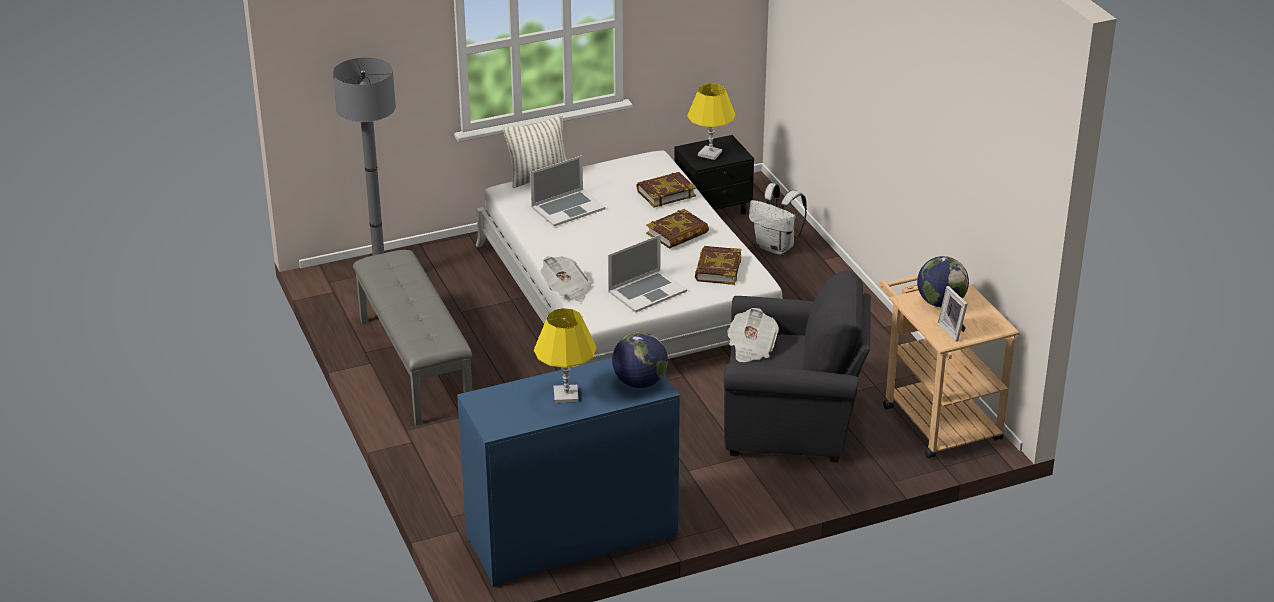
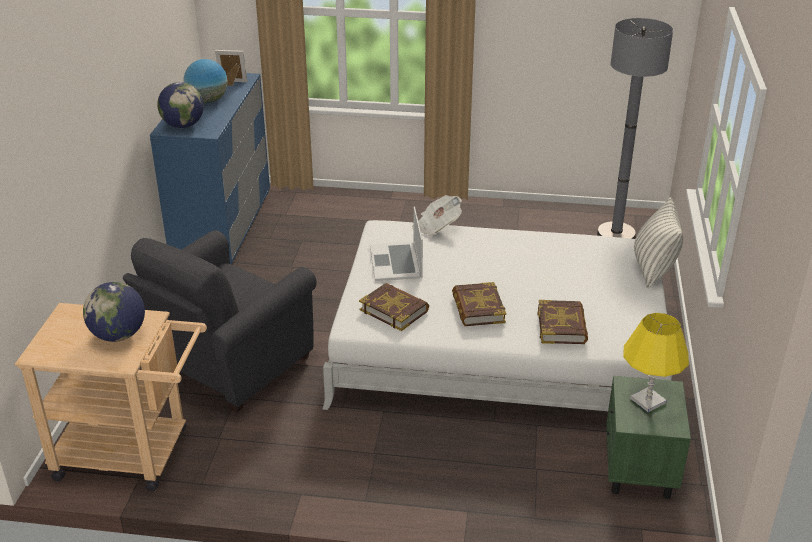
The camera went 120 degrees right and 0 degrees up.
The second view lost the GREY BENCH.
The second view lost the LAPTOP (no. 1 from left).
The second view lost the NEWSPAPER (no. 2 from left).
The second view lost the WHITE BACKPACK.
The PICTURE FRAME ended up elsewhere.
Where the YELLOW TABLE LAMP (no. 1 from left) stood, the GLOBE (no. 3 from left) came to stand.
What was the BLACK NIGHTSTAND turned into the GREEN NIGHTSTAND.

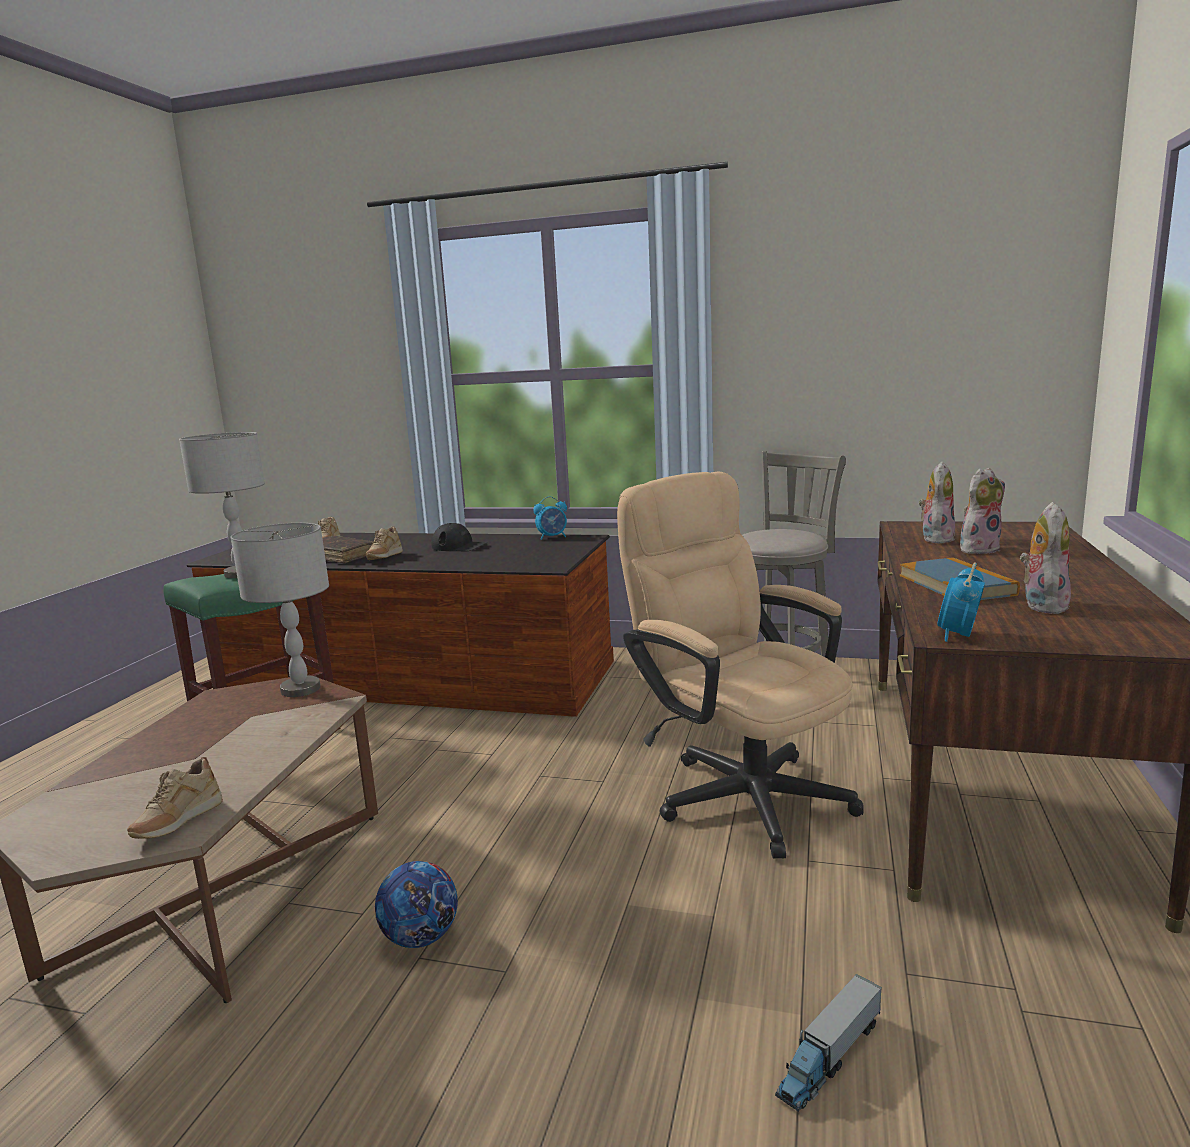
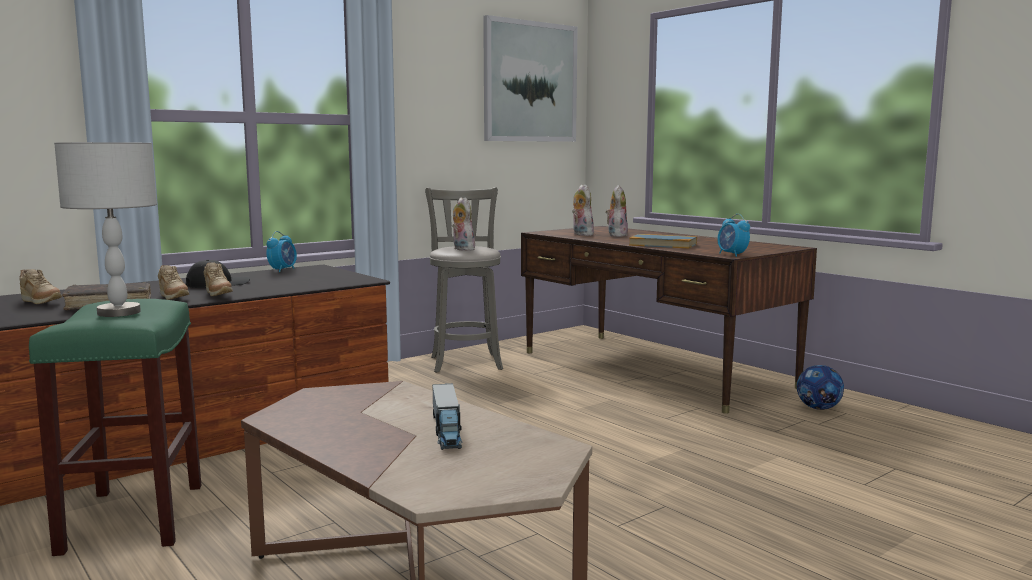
The camera went 55 degrees left and 5 degrees down.
The second view lost the GREY TABLE LAMP (no. 2 from left).
The second view lost the BEIGE OFFICE CHAIR.
The second view gained the PICTURE.
The BEIGE SHOE (no. 1 from left in the first image) ended up elsewhere.
The FOOTBALL ended up elsewhere.
The TOY TRUCK ended up elsewhere.
The PLUSH TOY (no. 3 from left in the first image) ended up elsewhere.

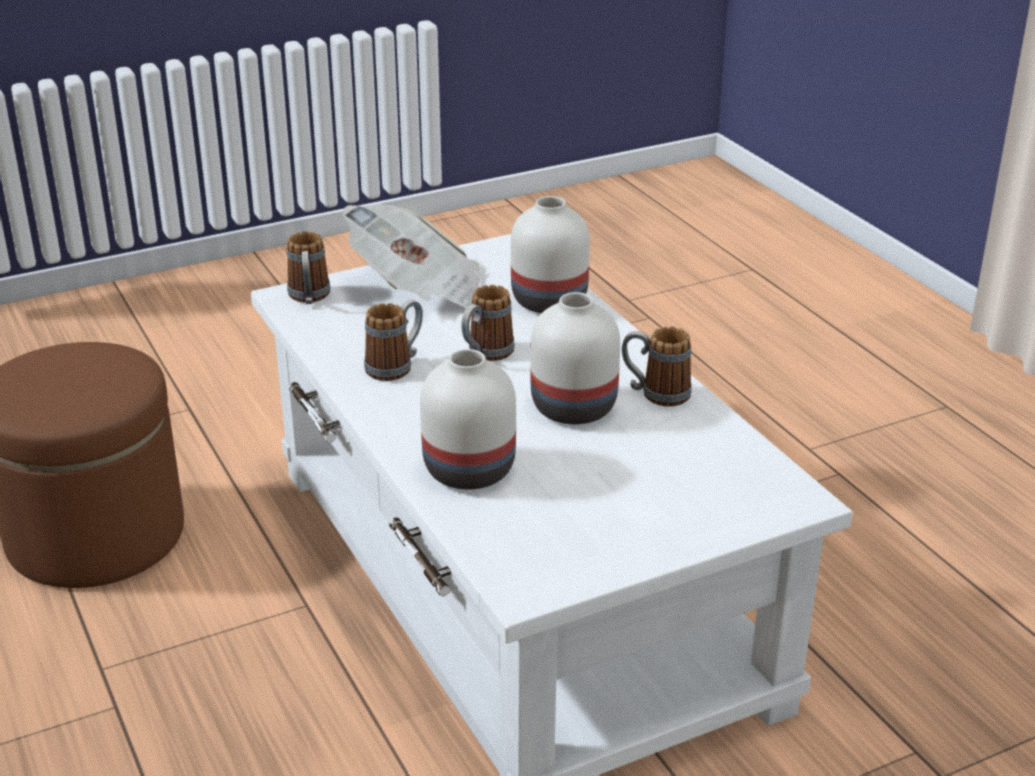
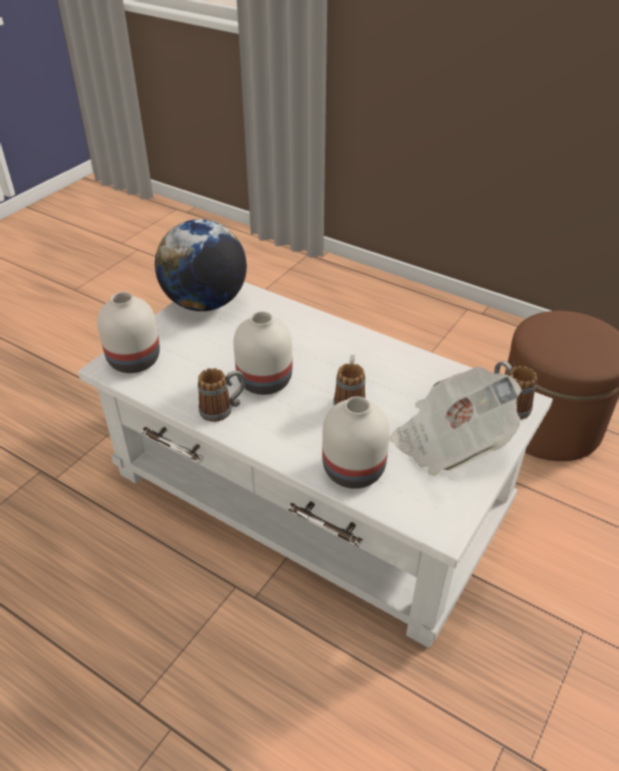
The camera went 150 degrees right and 10 degrees up.
The second view lost the MUG (no. 2 from left).
The second view gained the GLOBE.
The WHITE VASE (no. 1 from left) ended up elsewhere.

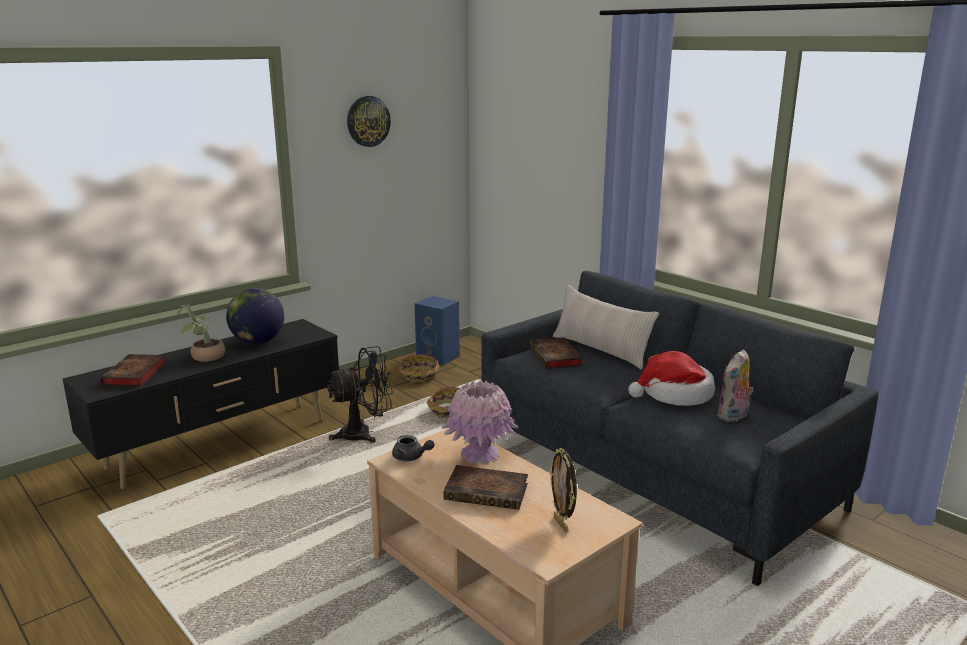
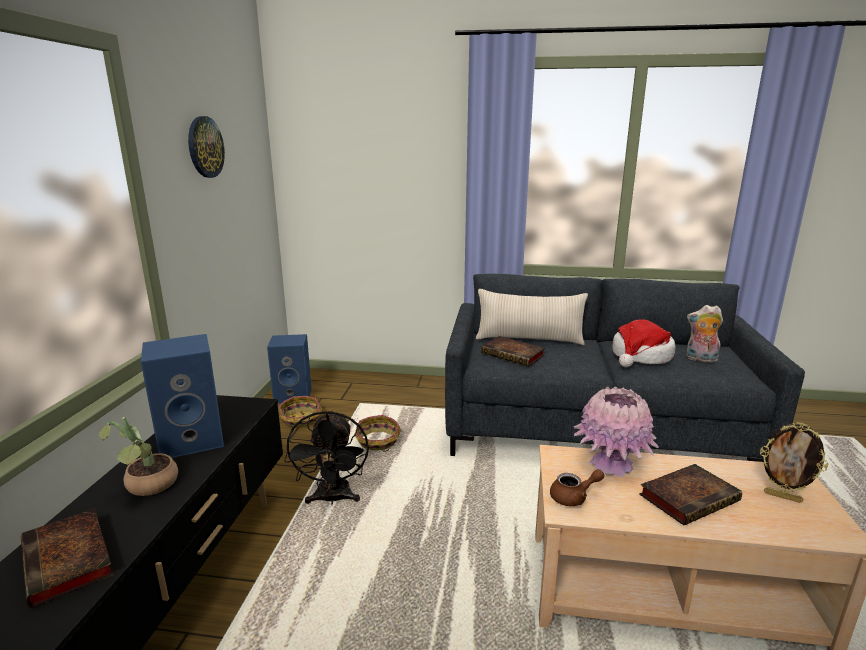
The camera went 40 degrees left and 0 degrees up.
Where the GLOBE stood, the BLUE SPEAKER (no. 1 from left) came to stand.
What was the GREY TEAPOT turned into the BROWN TEAPOT.
The BLACK FAN ended up facing another way, 150 degrees clockwise from before.
The PLUSH TOY ended up facing another way, 105 degrees clockwise from before.

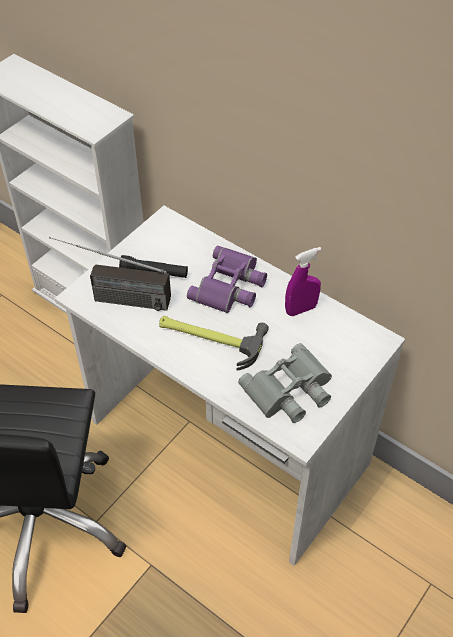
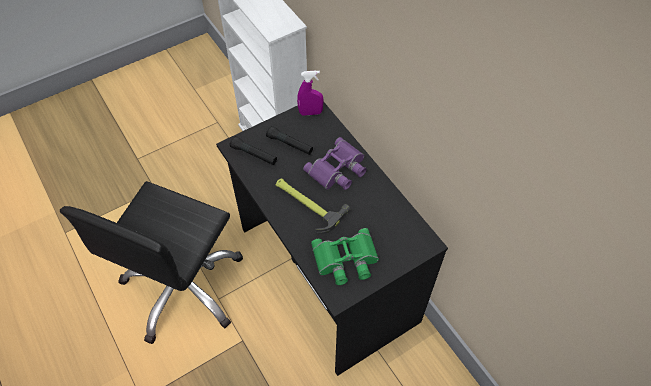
The camera went 20 degrees right and 5 degrees up.
The PURPLE SPRAY BOTTLE ended up elsewhere.
Where the RADIO stood, the BLACK FLASHLIGHT (no. 1 from left) came to stand.
What was the WHITE DESK turned into the BLACK DESK.
What was the GREY BINOCULARS turned into the GREEN BINOCULARS.

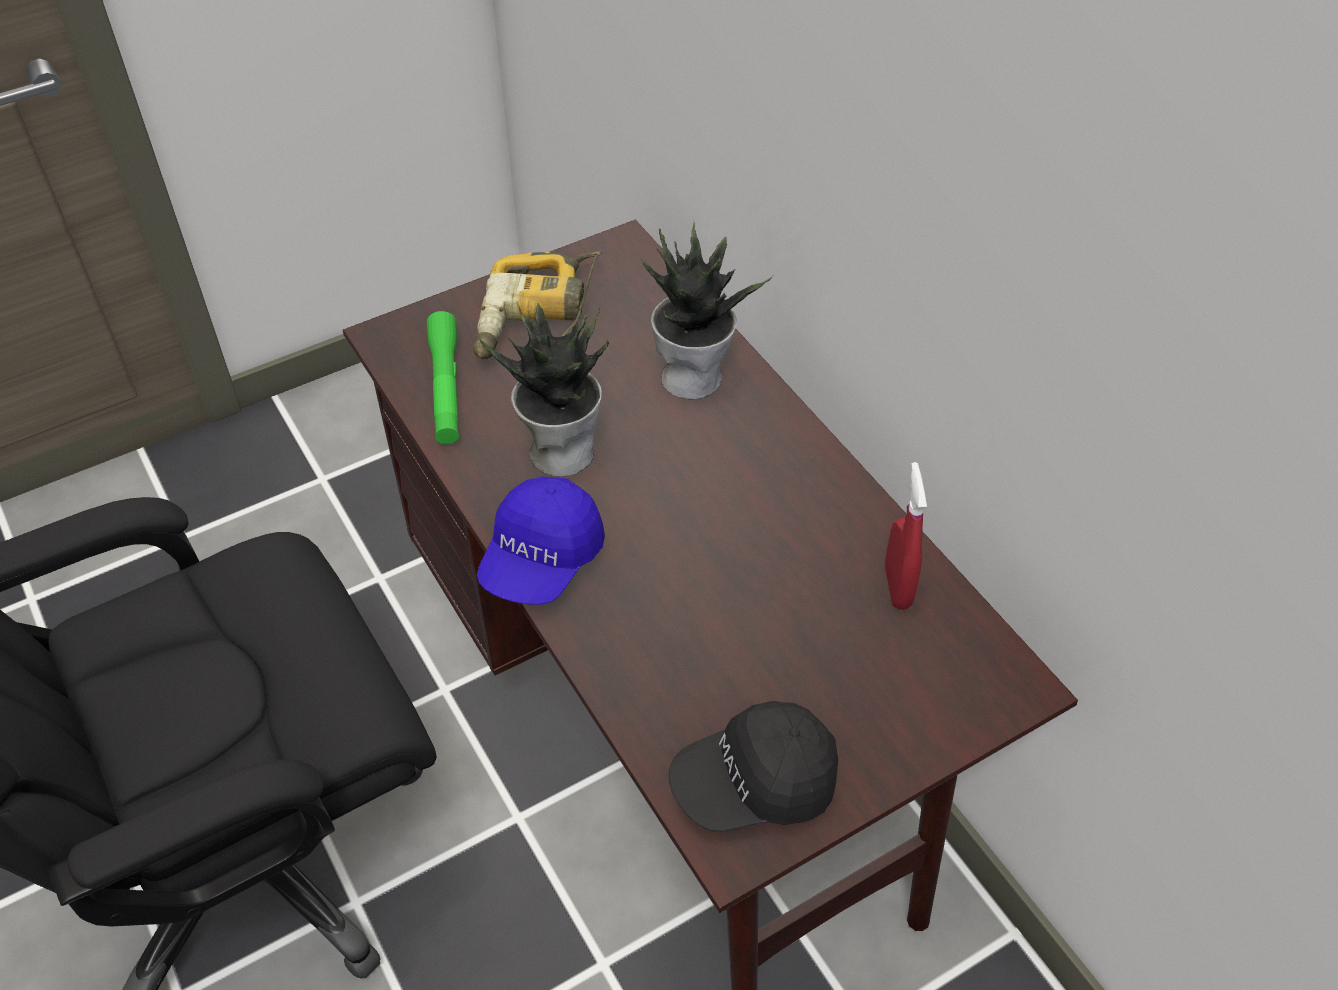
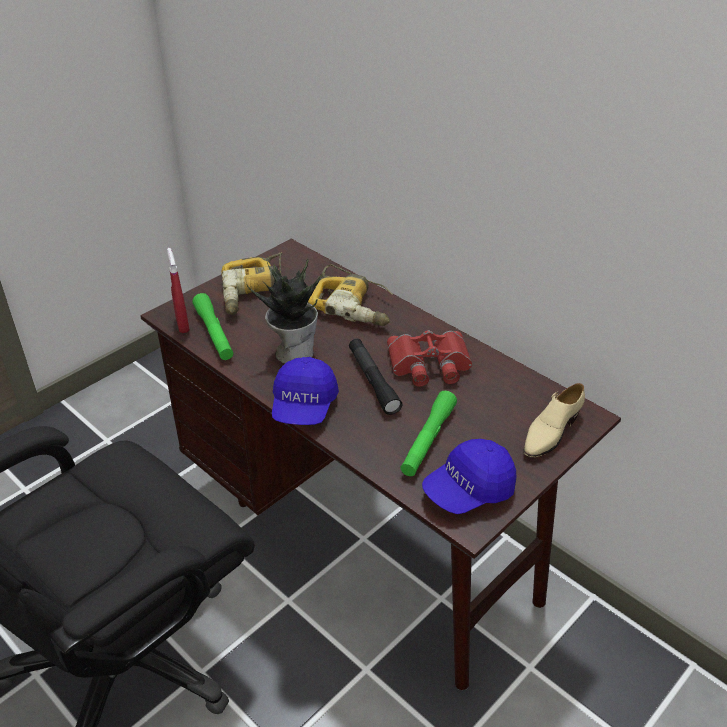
The camera went 15 degrees left and 10 degrees down.
The second view gained the BLACK FLASHLIGHT.
The second view gained the RED BINOCULARS.
The second view gained the GREEN FLASHLIGHT (no. 2 from left).
The second view gained the BEIGE SHOE.
The RED SPRAY BOTTLE ended up elsewhere.
Where the POTTED PLANT (no. 2 from left) stood, the POWER DRILL (no. 2 from left) came to stand.
What was the BLACK CAP turned into the BLUE CAP (no. 2 from left).

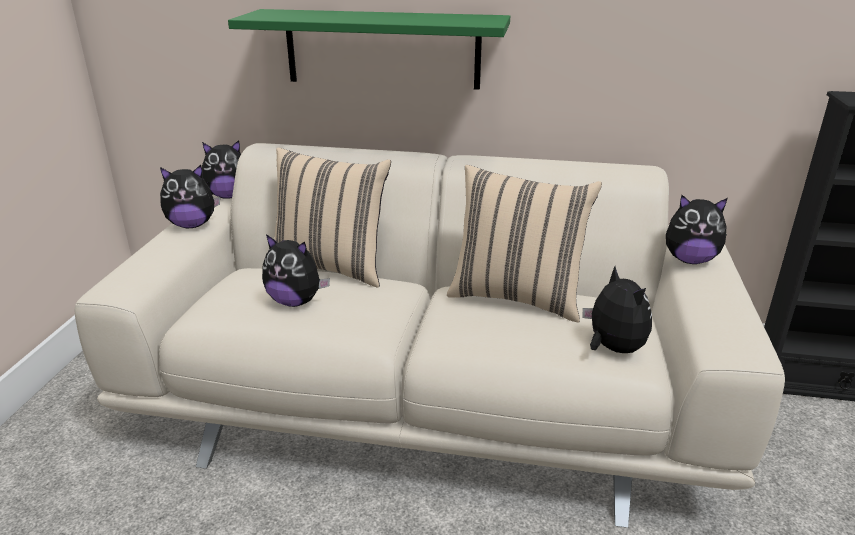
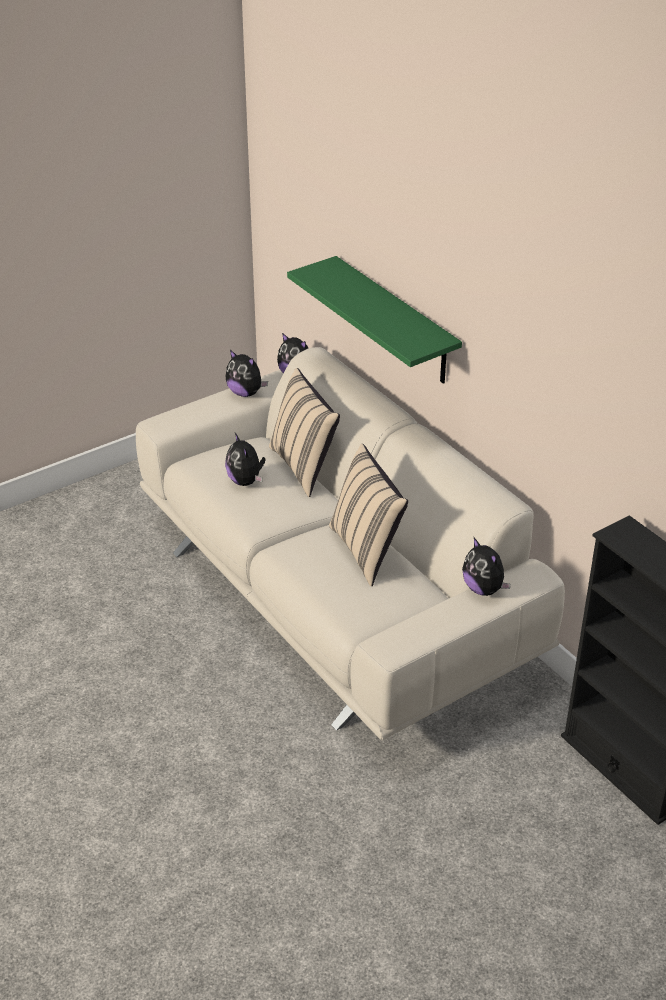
The camera went 45 degrees right and 10 degrees up.
The second view lost the PLUSH TOY (no. 4 from left).

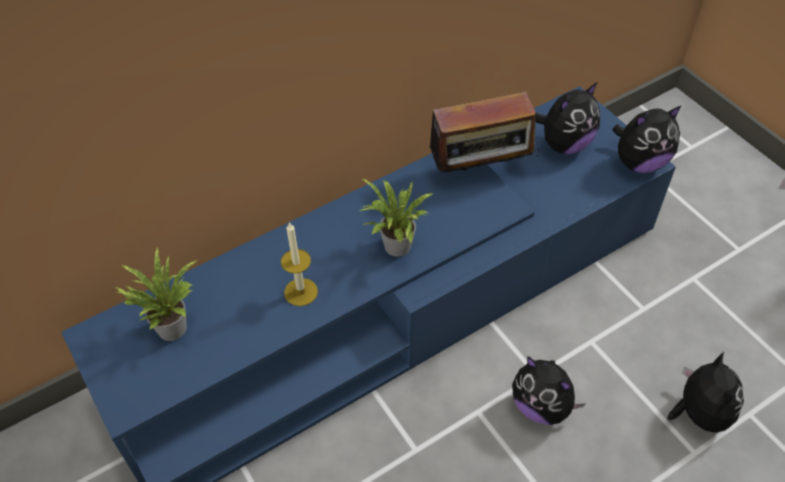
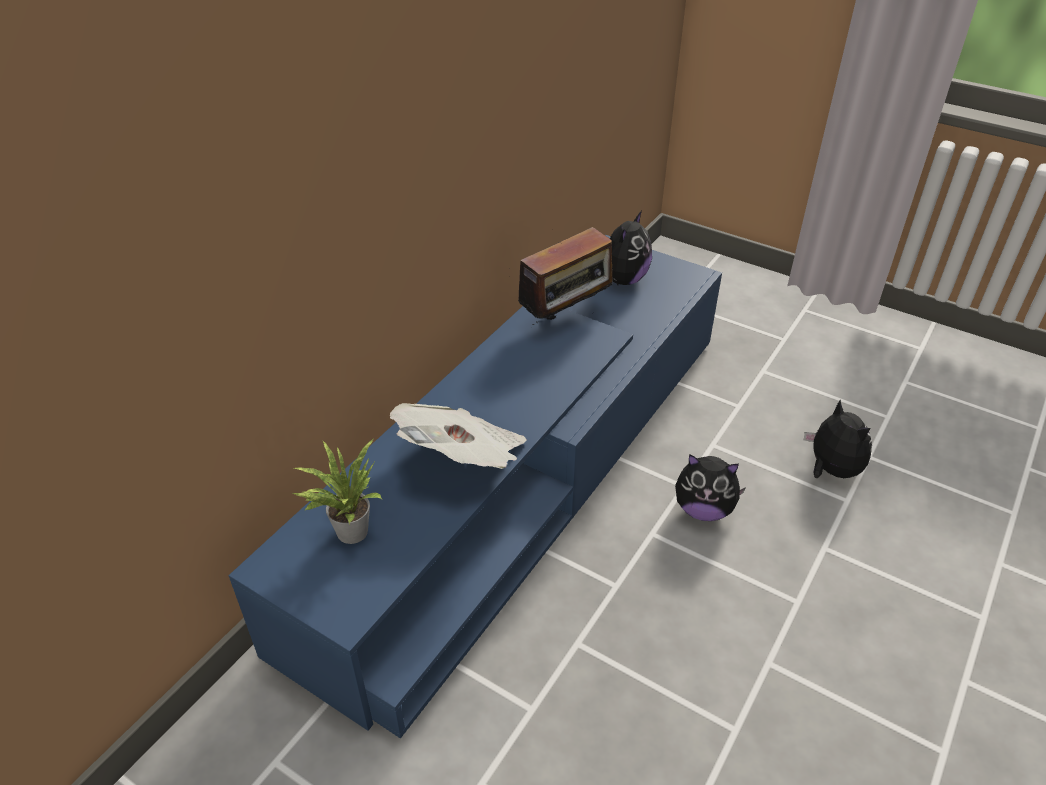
The camera went 25 degrees left and 10 degrees down.
The second view lost the POTTED PLANT (no. 2 from left).
The second view lost the PLUSH TOY (no. 3 from left).
Where the CANDLE stood, the NEWSPAPER came to stand.

